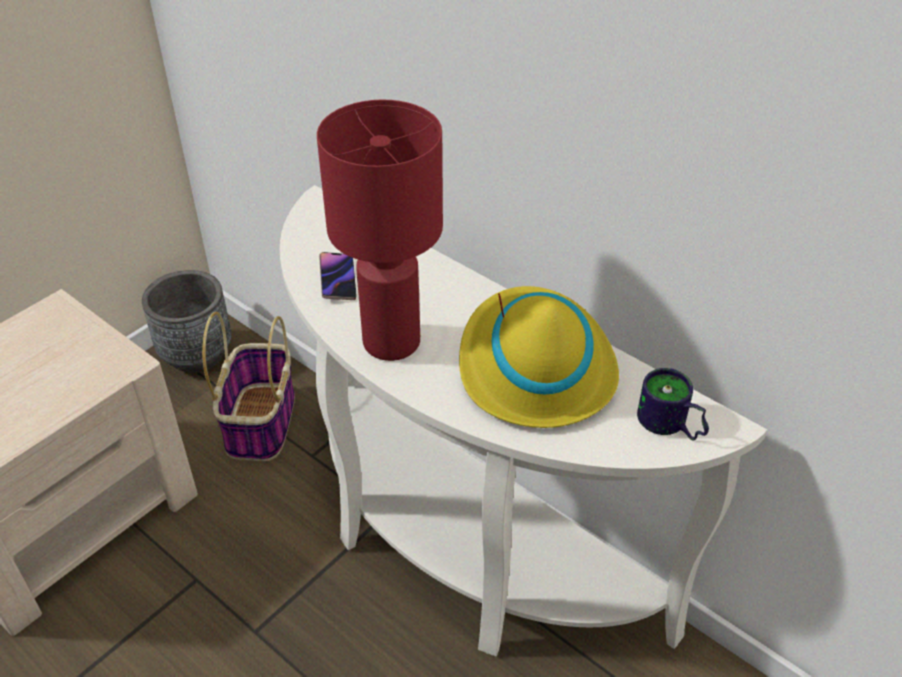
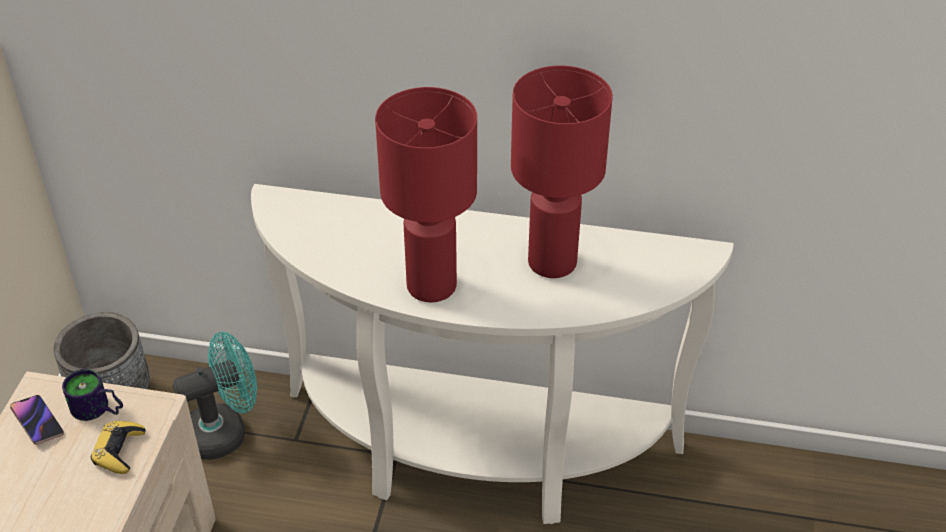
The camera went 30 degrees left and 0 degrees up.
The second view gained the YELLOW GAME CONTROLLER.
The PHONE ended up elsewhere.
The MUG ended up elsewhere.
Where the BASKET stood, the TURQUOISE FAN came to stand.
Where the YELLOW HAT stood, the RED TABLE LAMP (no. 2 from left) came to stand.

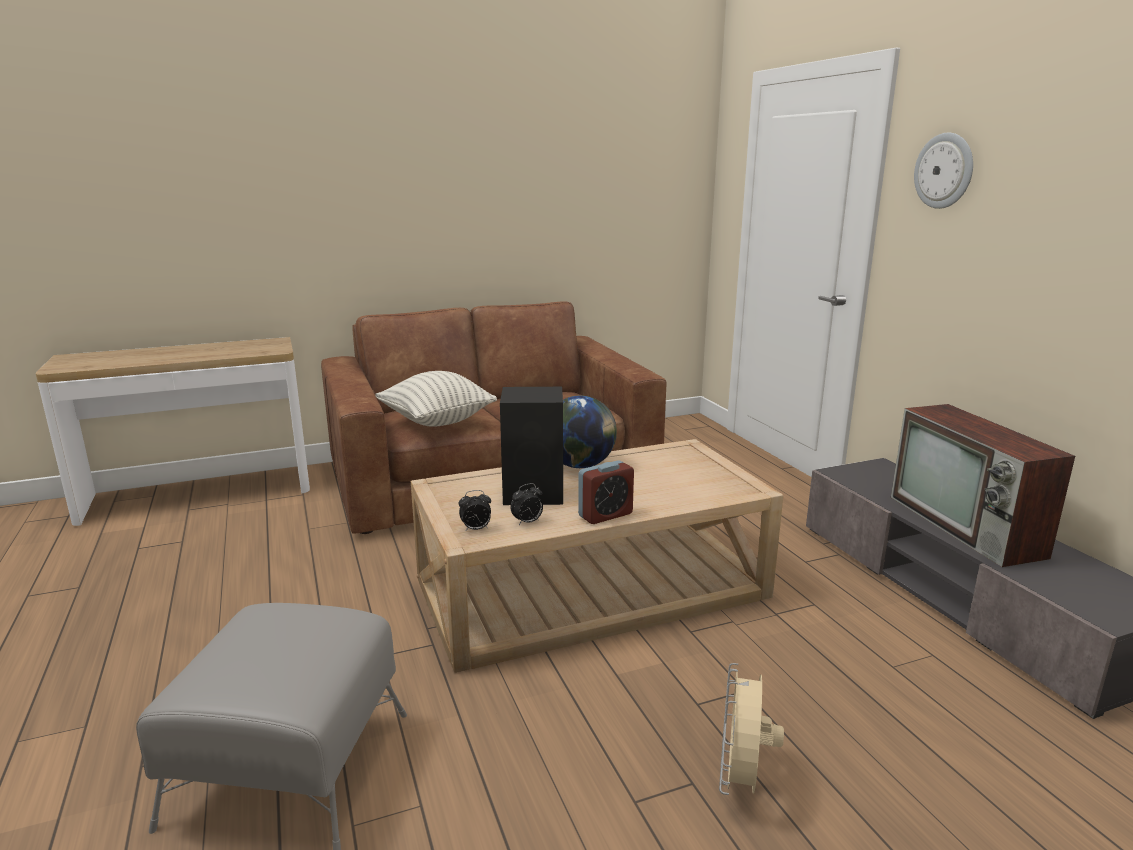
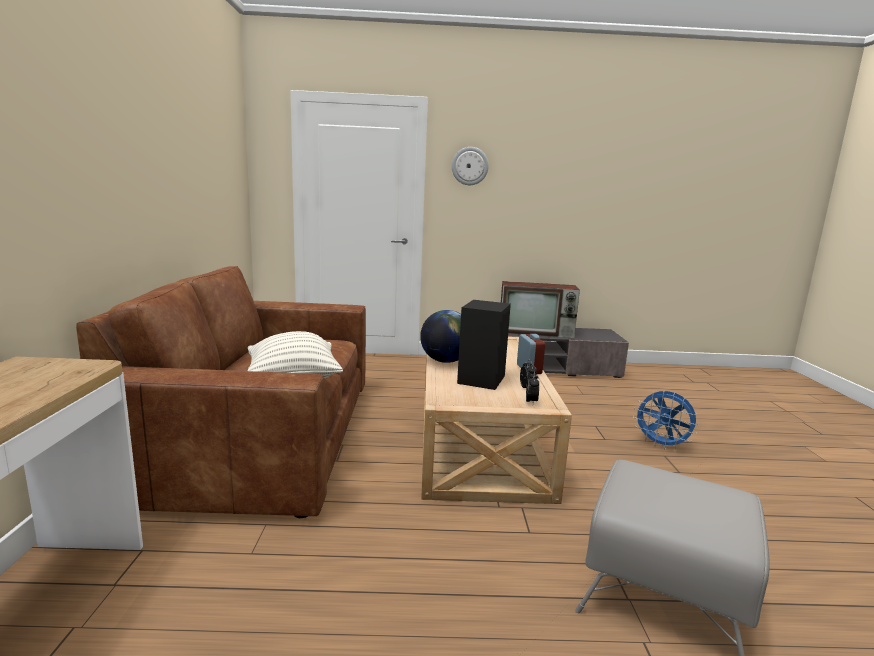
The camera went 70 degrees left and 5 degrees down.
What was the BEIGE FAN turned into the BLUE FAN.

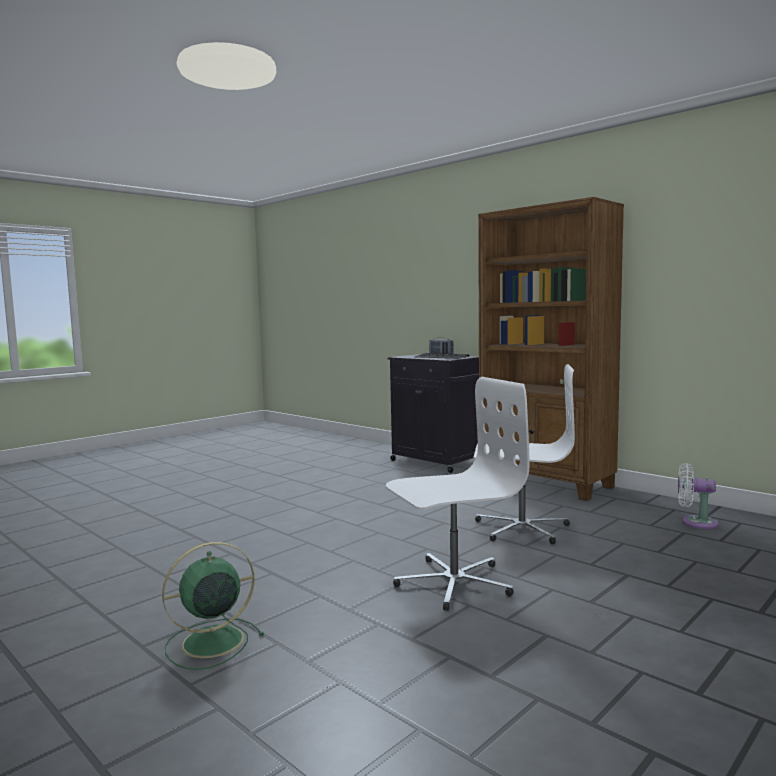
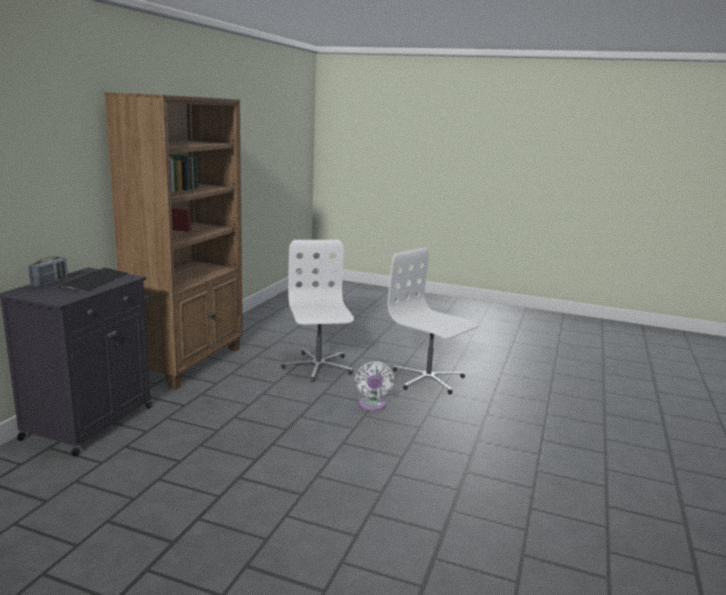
The camera went 115 degrees left and 10 degrees up.
The second view lost the GREEN FAN.
The WHITE FAN ended up elsewhere.

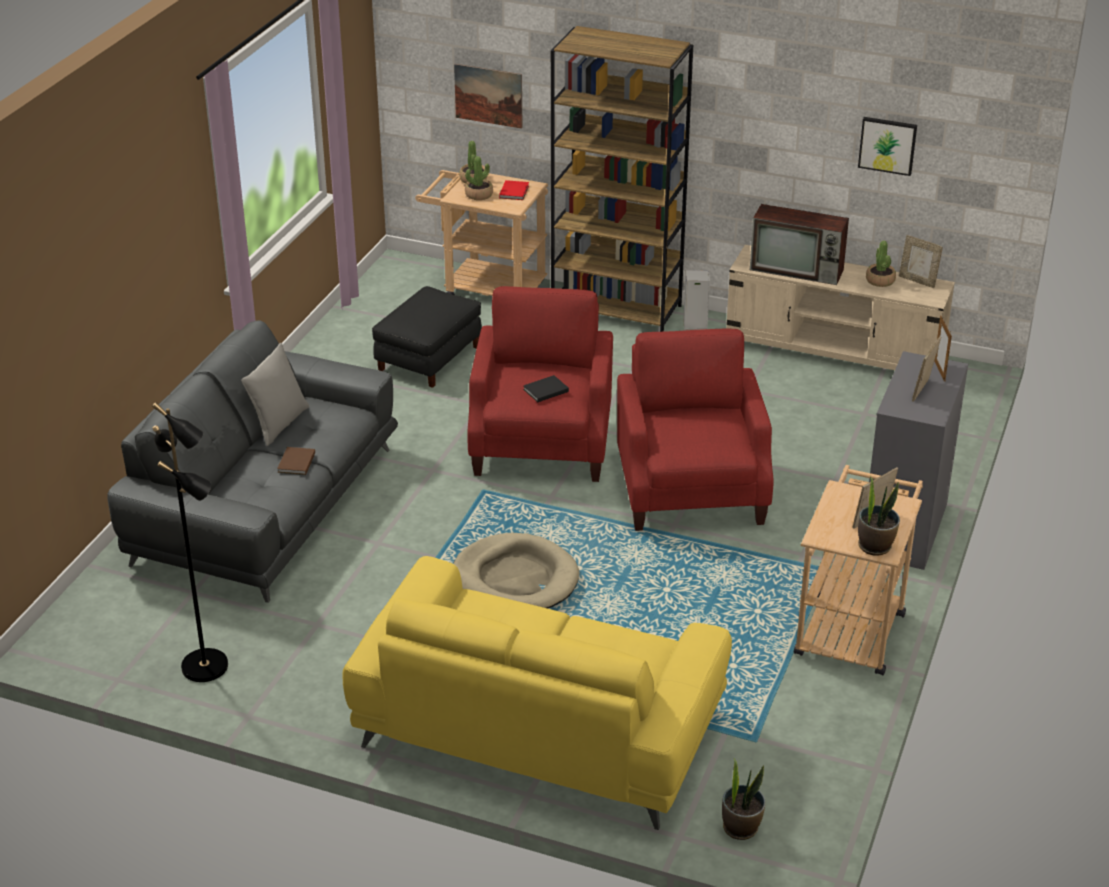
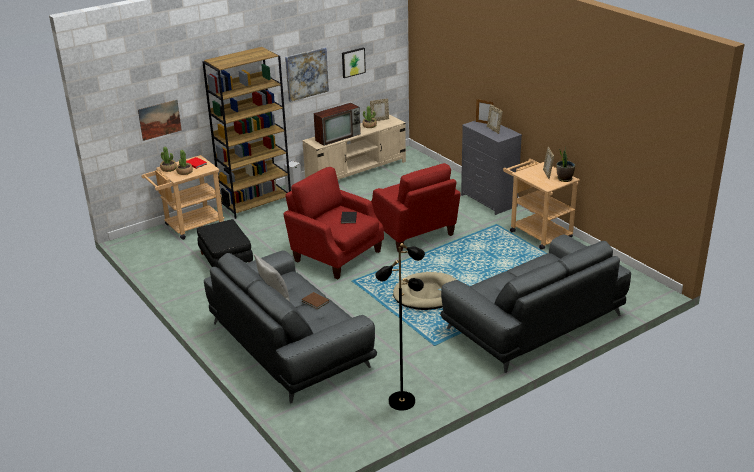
The camera went 55 degrees left and 5 degrees down.
The second view lost the POTTED PLANT (no. 3 from left).
The second view gained the PICTURE (no. 2 from left).
What was the YELLOW SOFA turned into the GREY SOFA (no. 2 from left).
The RED ARMCHAIR (no. 2 from left) ended up facing another way, 150 degrees counterclockwise from before.

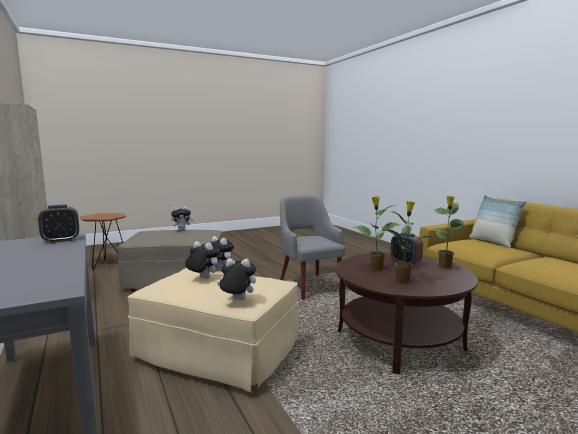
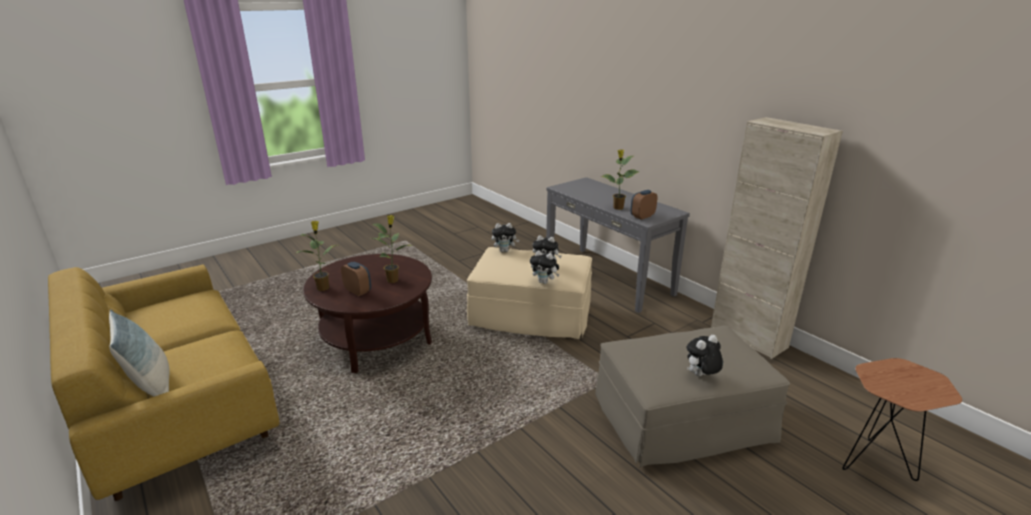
The camera went 170 degrees right and 15 degrees up.
The second view lost the GREY ARMCHAIR.
The POTTED PLANT (no. 2 from left in the first image) ended up elsewhere.

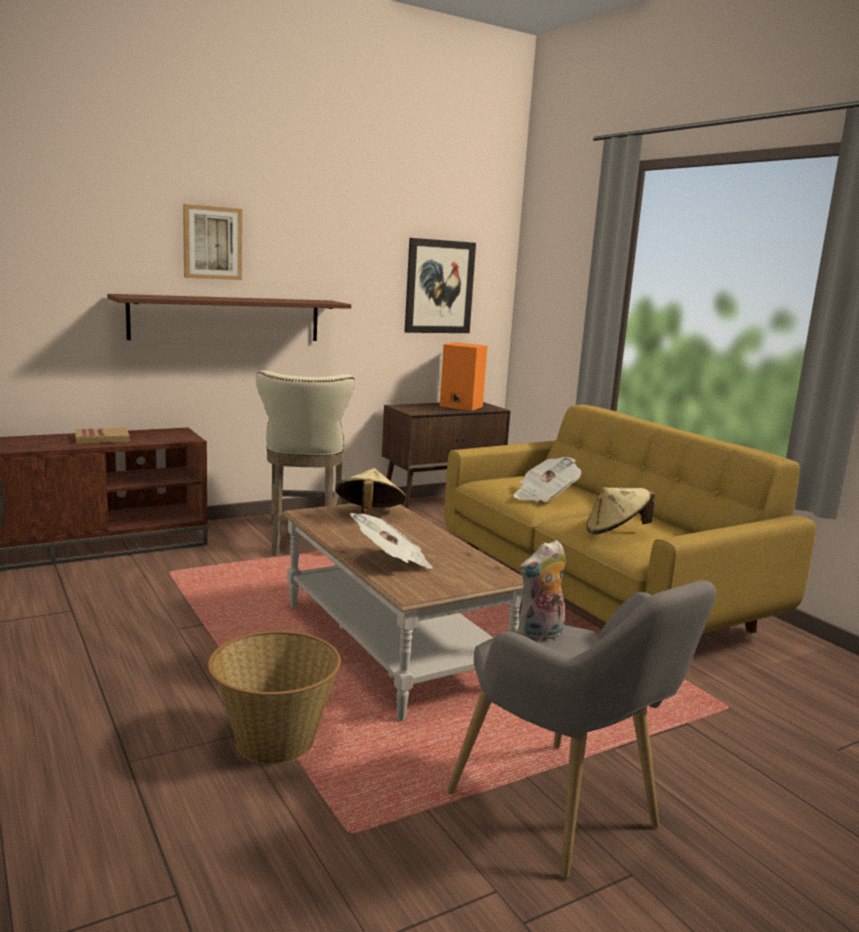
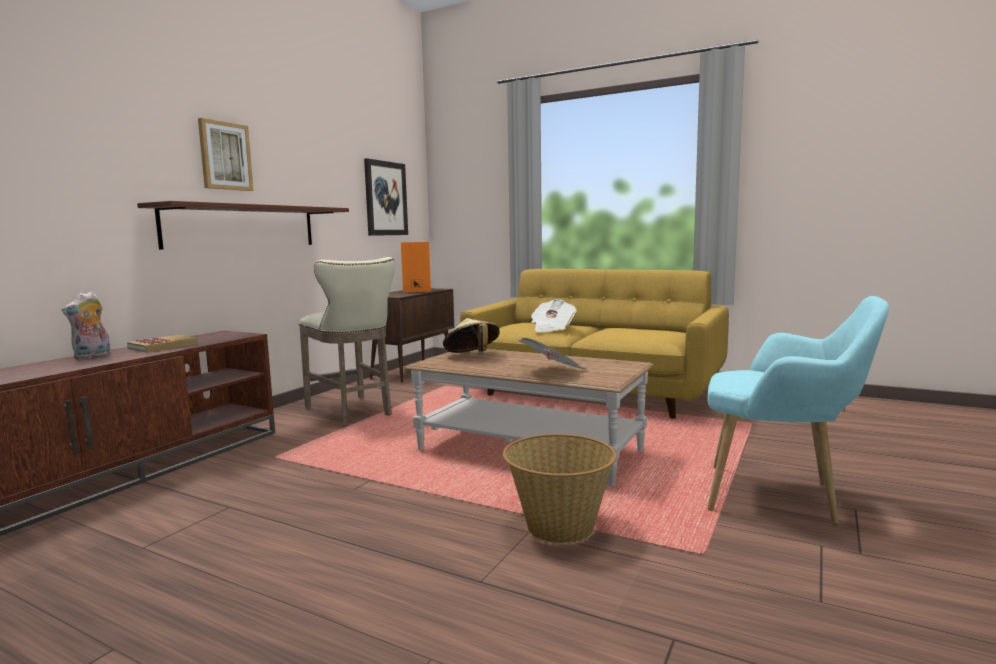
The camera went 30 degrees left and 5 degrees down.
The second view lost the BEIGE HAT (no. 2 from left).
The PLUSH TOY ended up elsewhere.
What was the GREY ARMCHAIR turned into the TURQUOISE ARMCHAIR.

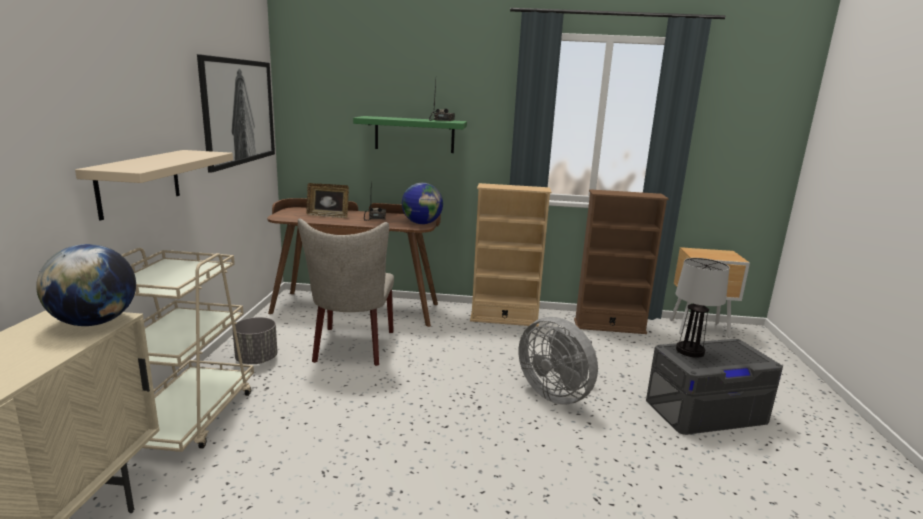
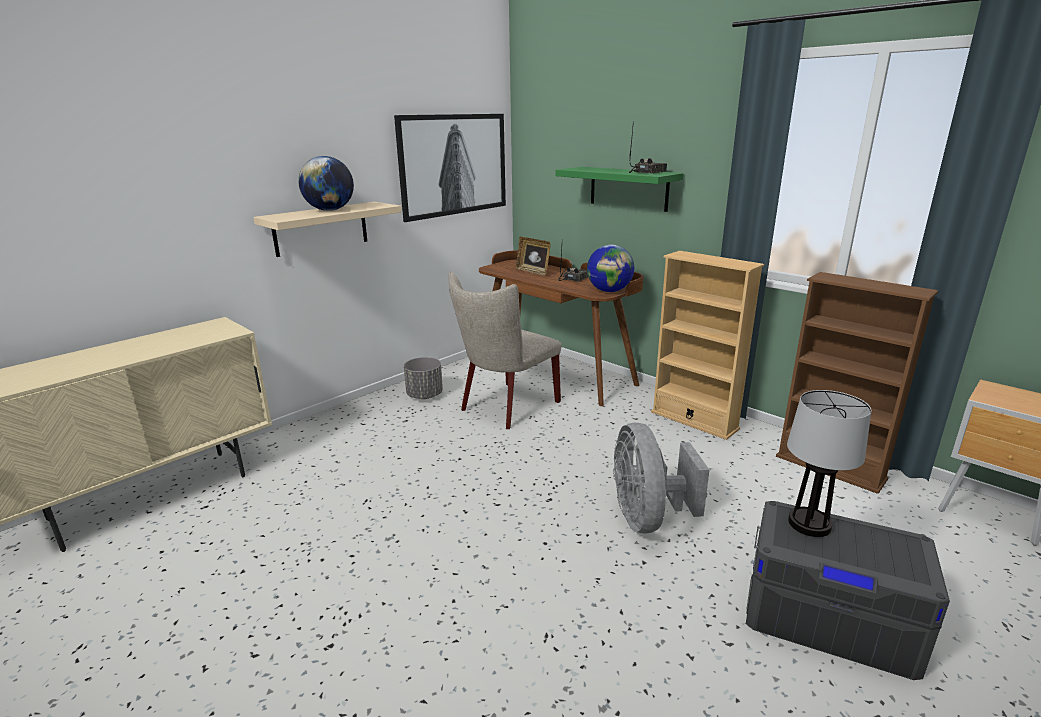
The camera went 40 degrees right and 5 degrees up.
The second view lost the BEIGE CART.
The GLOBE (no. 1 from left) ended up elsewhere.

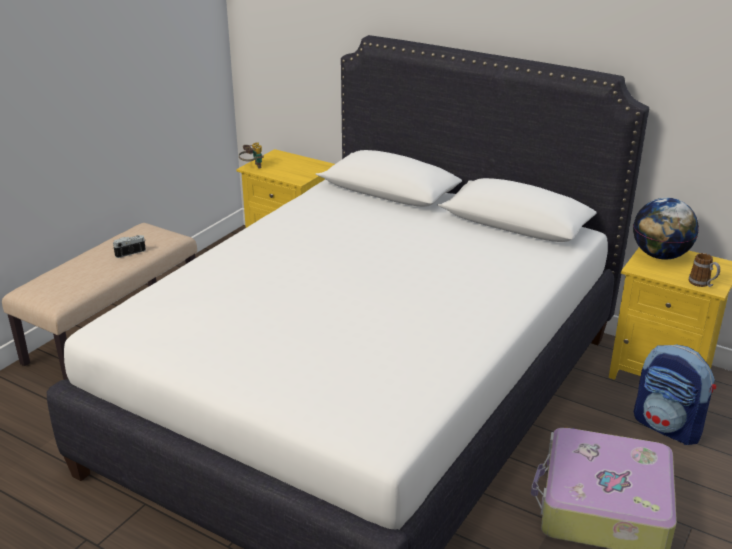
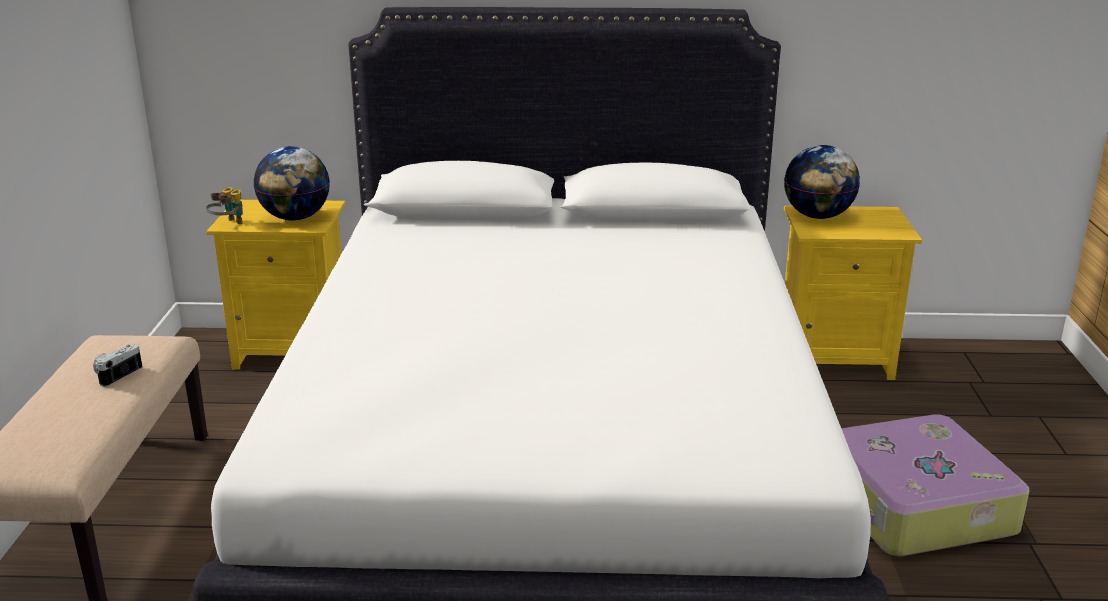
The camera went 30 degrees left and 5 degrees down.
The second view lost the BACKPACK.
The second view lost the MUG.
The second view gained the GLOBE (no. 1 from left).

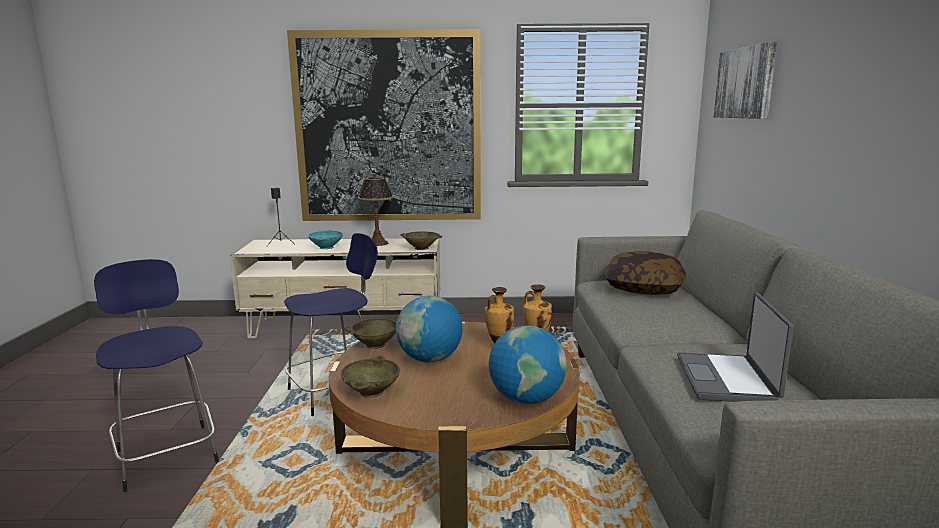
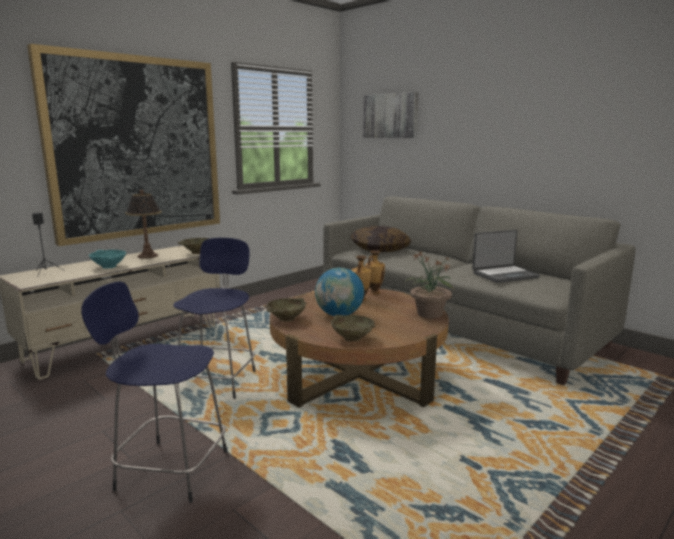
The camera went 45 degrees left and 0 degrees up.
Where the GLOBE (no. 2 from left) stood, the POTTED PLANT came to stand.
The LAPTOP ended up facing another way, 75 degrees counterclockwise from before.

